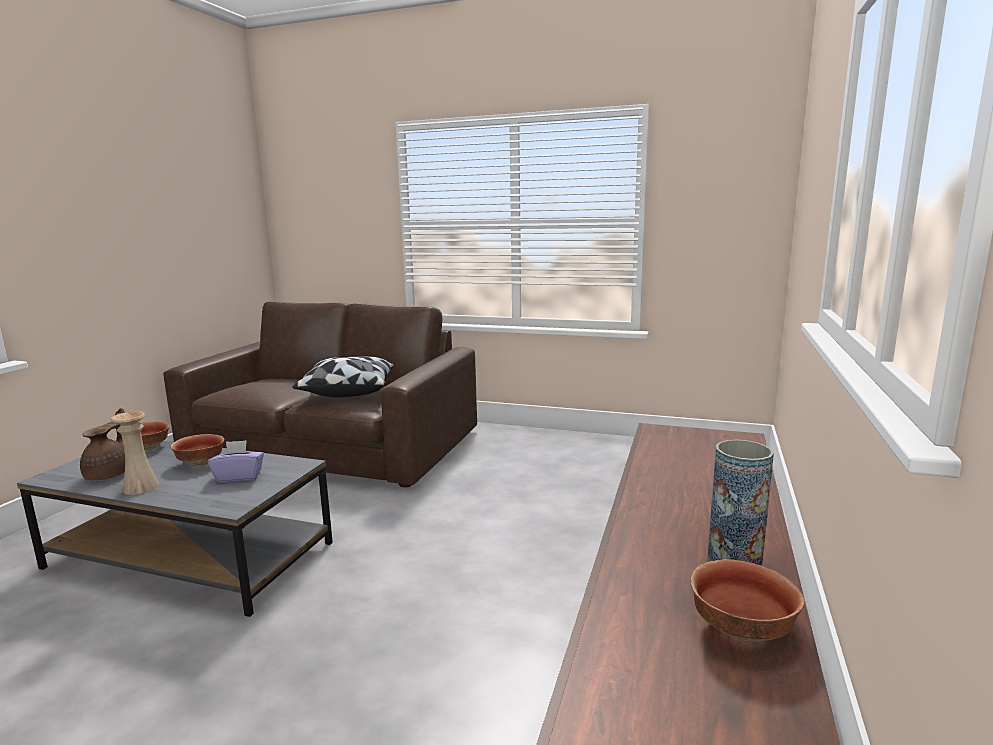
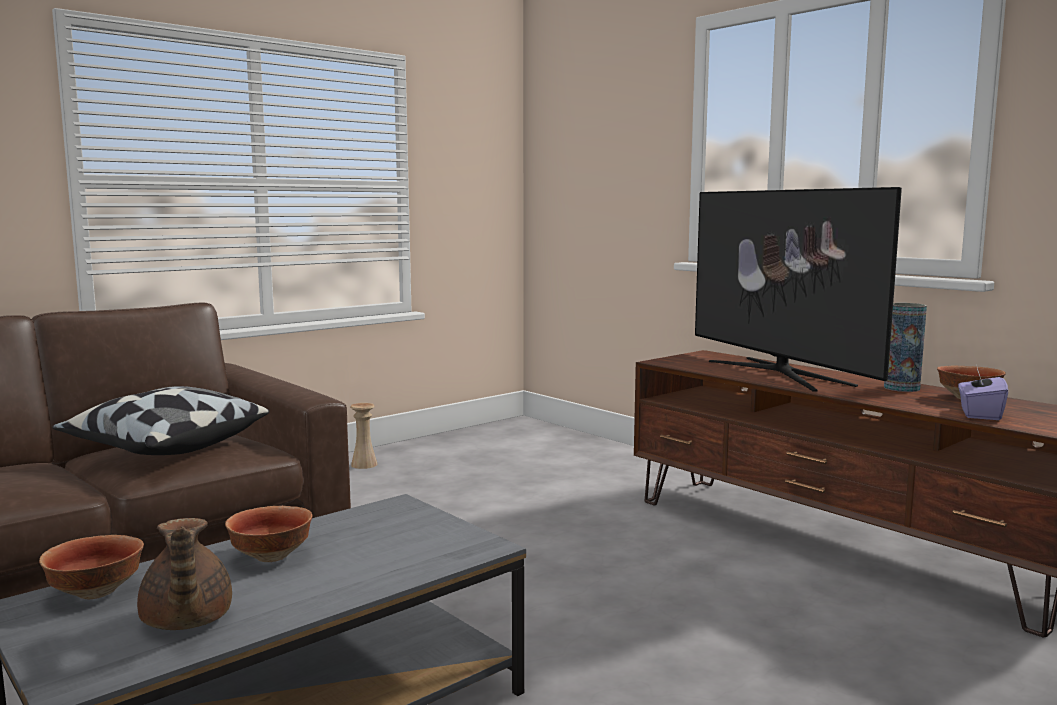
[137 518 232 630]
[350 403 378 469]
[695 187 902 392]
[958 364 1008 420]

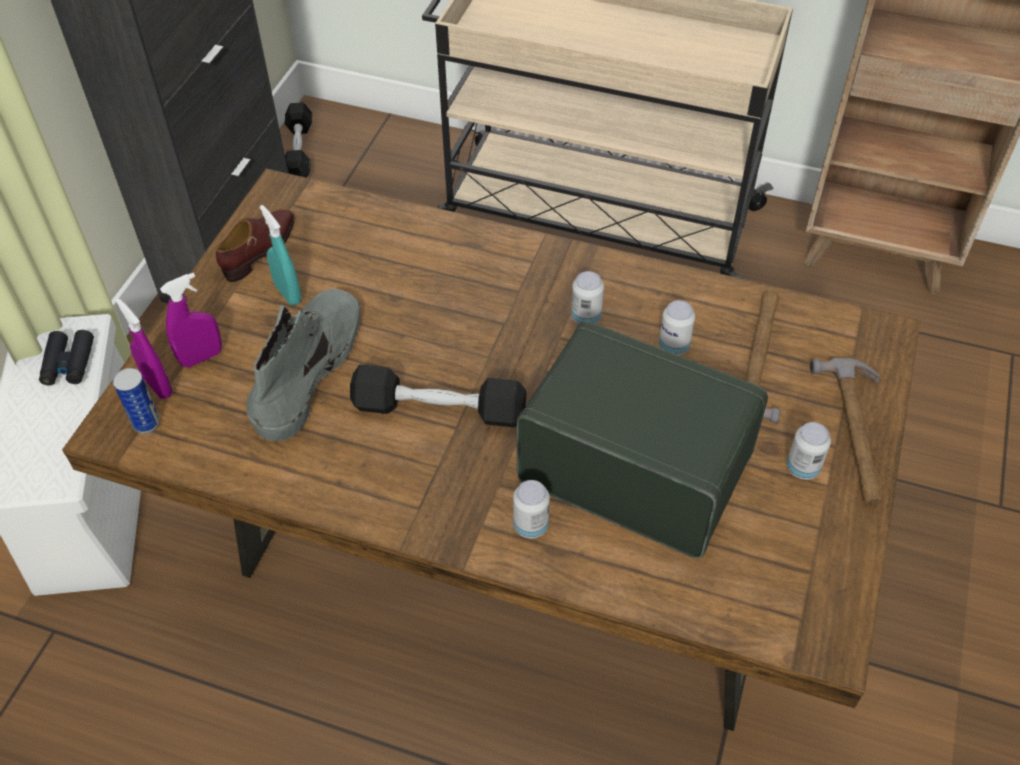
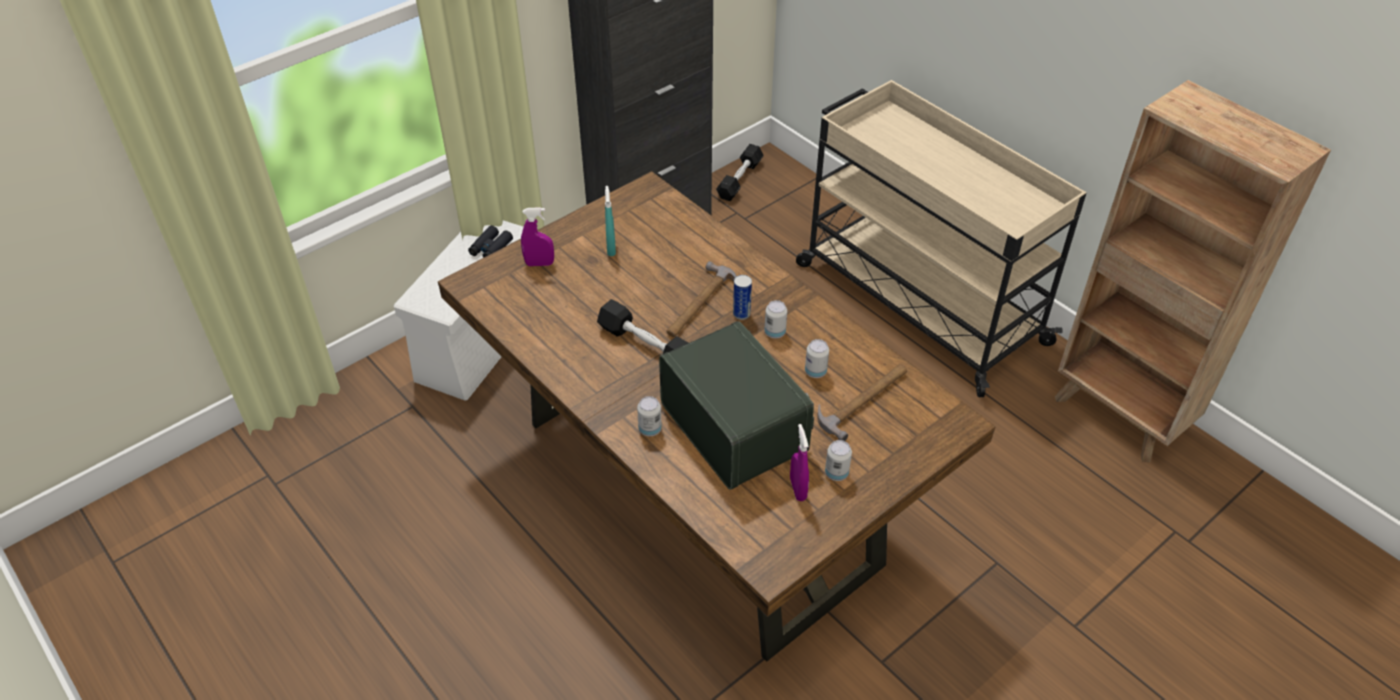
[666 261 737 337]
[733 275 752 320]
[790 424 809 501]
[216 210 294 282] (first image)
[246 289 361 442] (first image)

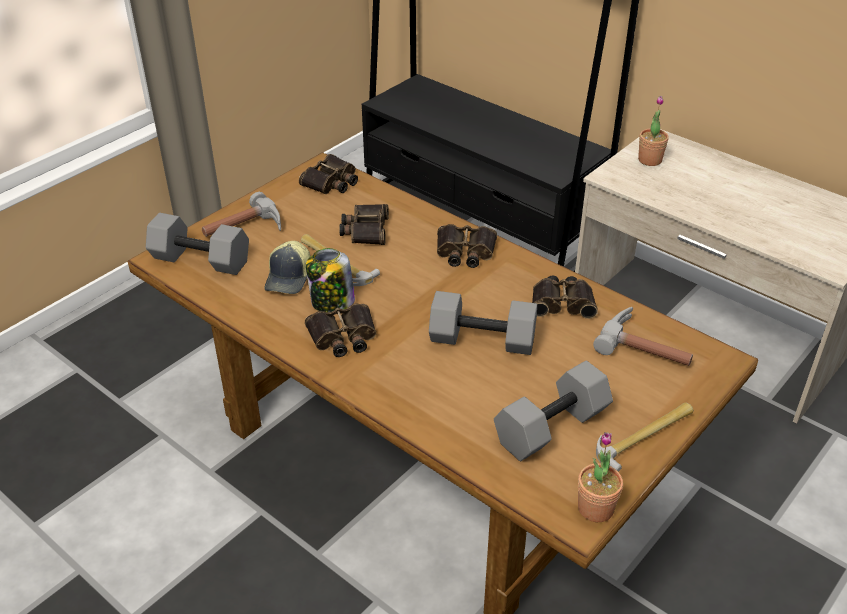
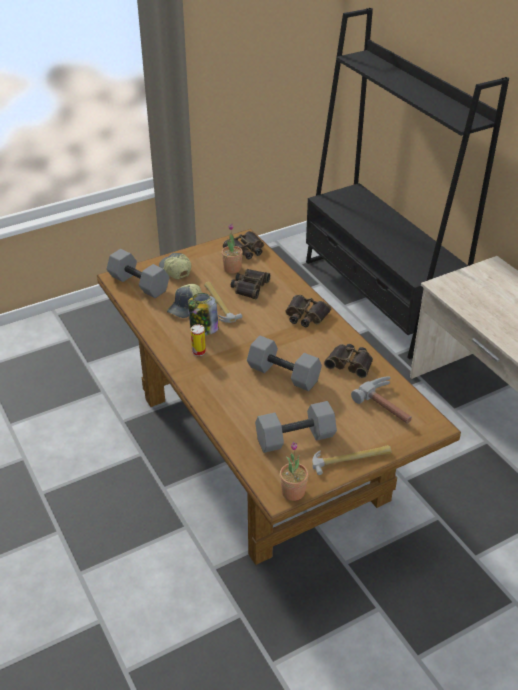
[159 253 191 279]
[191 325 206 356]
[222 224 243 273]

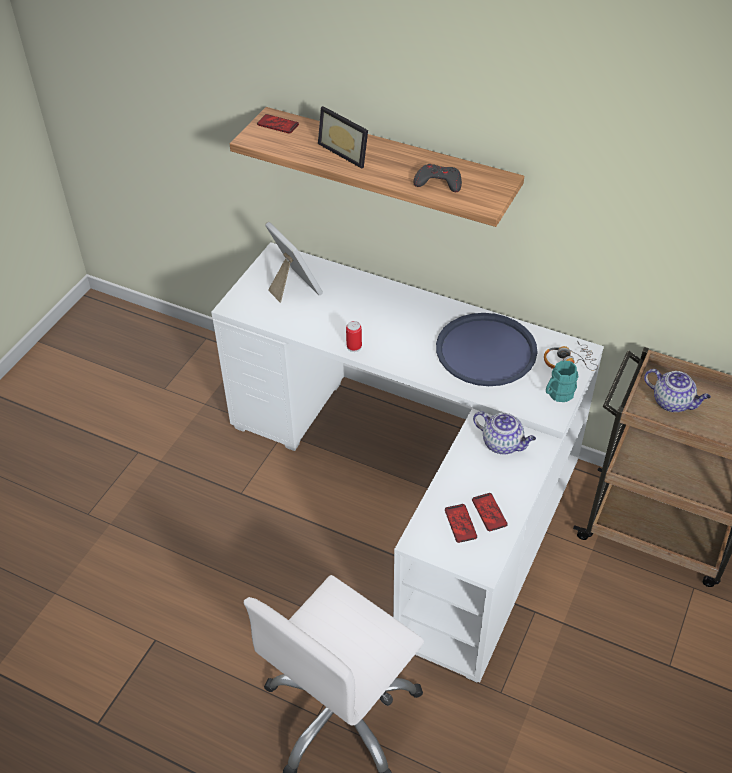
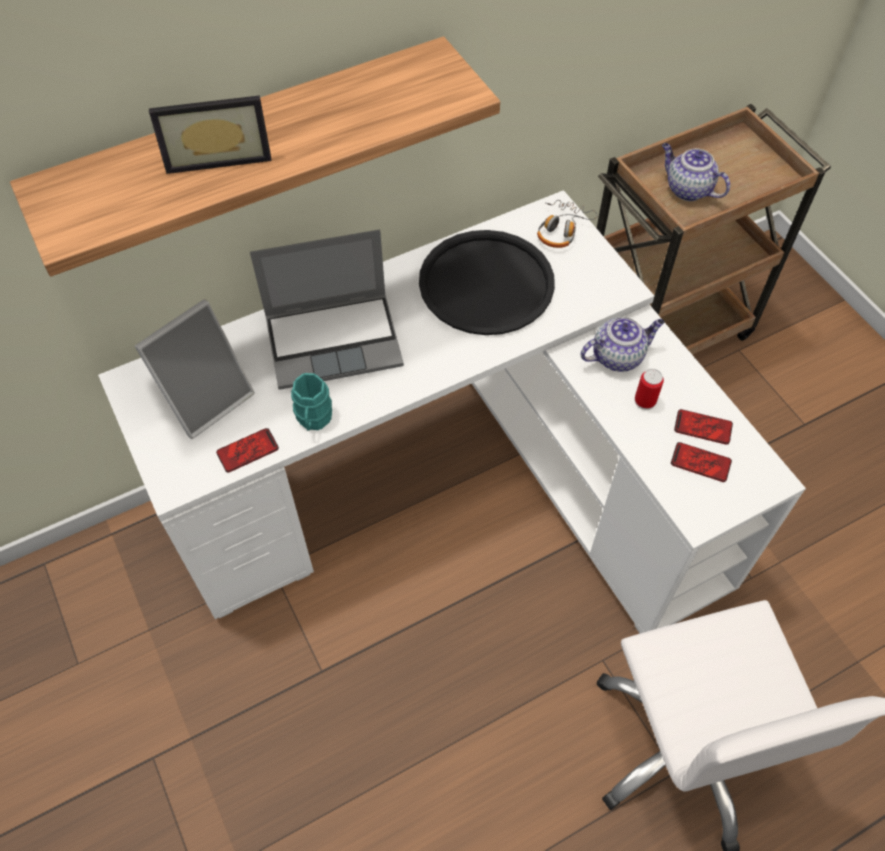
[135 299 255 439]
[216 428 279 473]
[250 230 404 390]
[291 373 332 431]
[419 230 555 335]
[635 369 664 410]
[662 143 730 201]
[413 164 462 192] (first image)

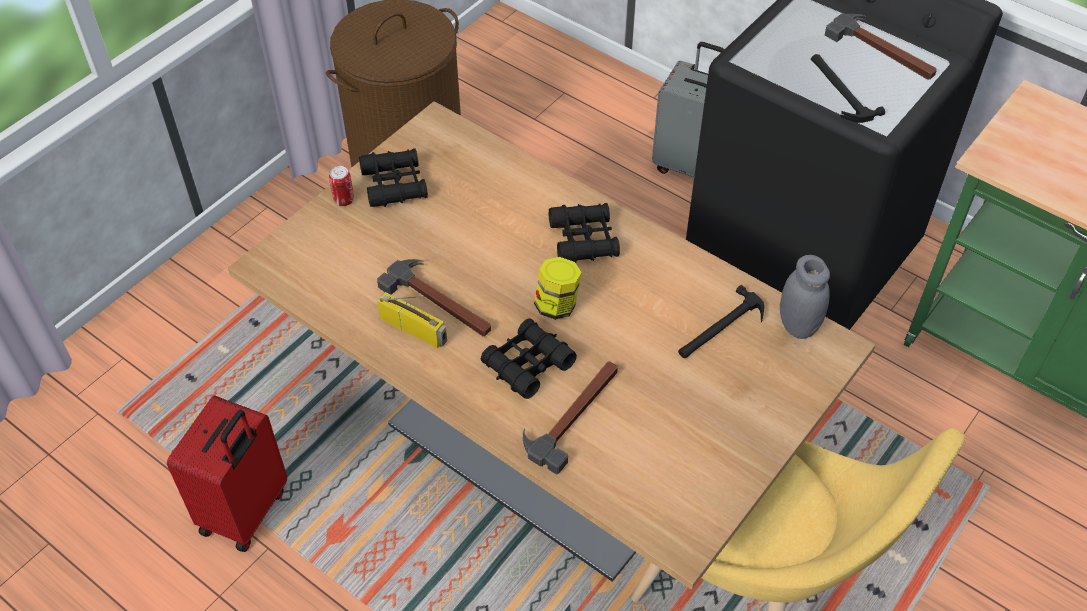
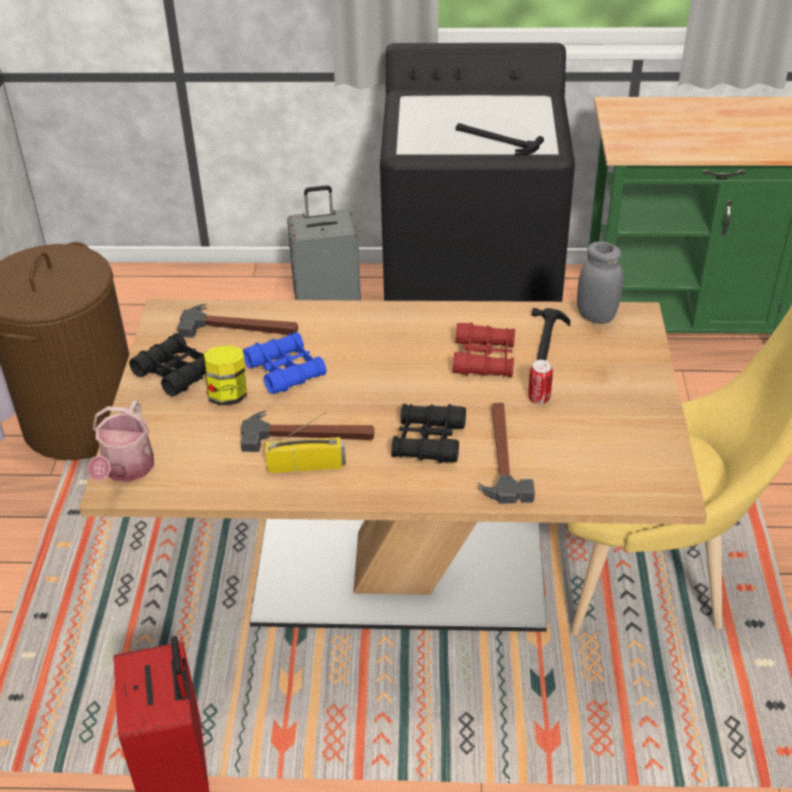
[87 401 154 482]
[177 304 298 338]
[204 345 247 406]
[243 332 327 394]
[452 322 515 377]
[528 360 553 404]
[549 203 620 263] (first image)

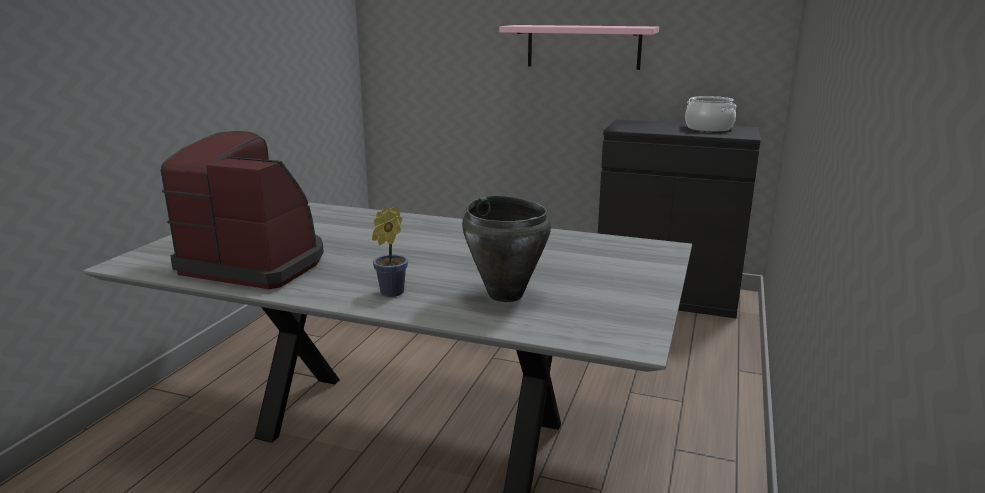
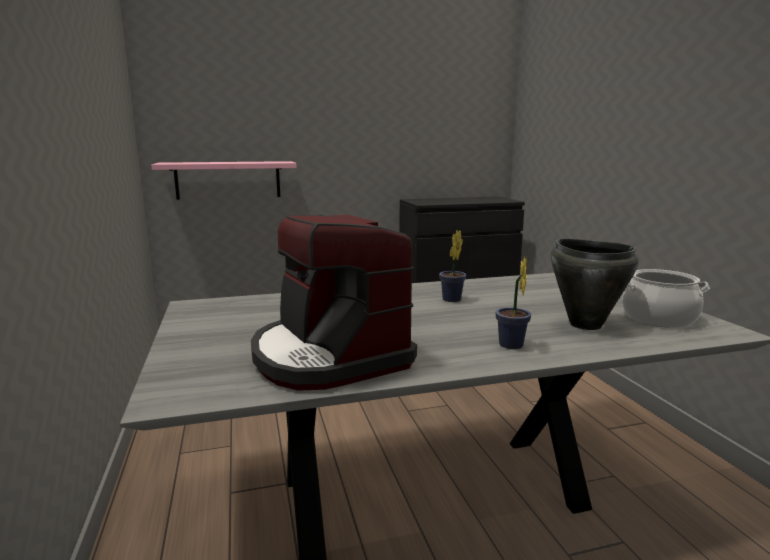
[152 161 297 200]
[251 214 417 391]
[439 230 466 302]
[622 269 710 328]

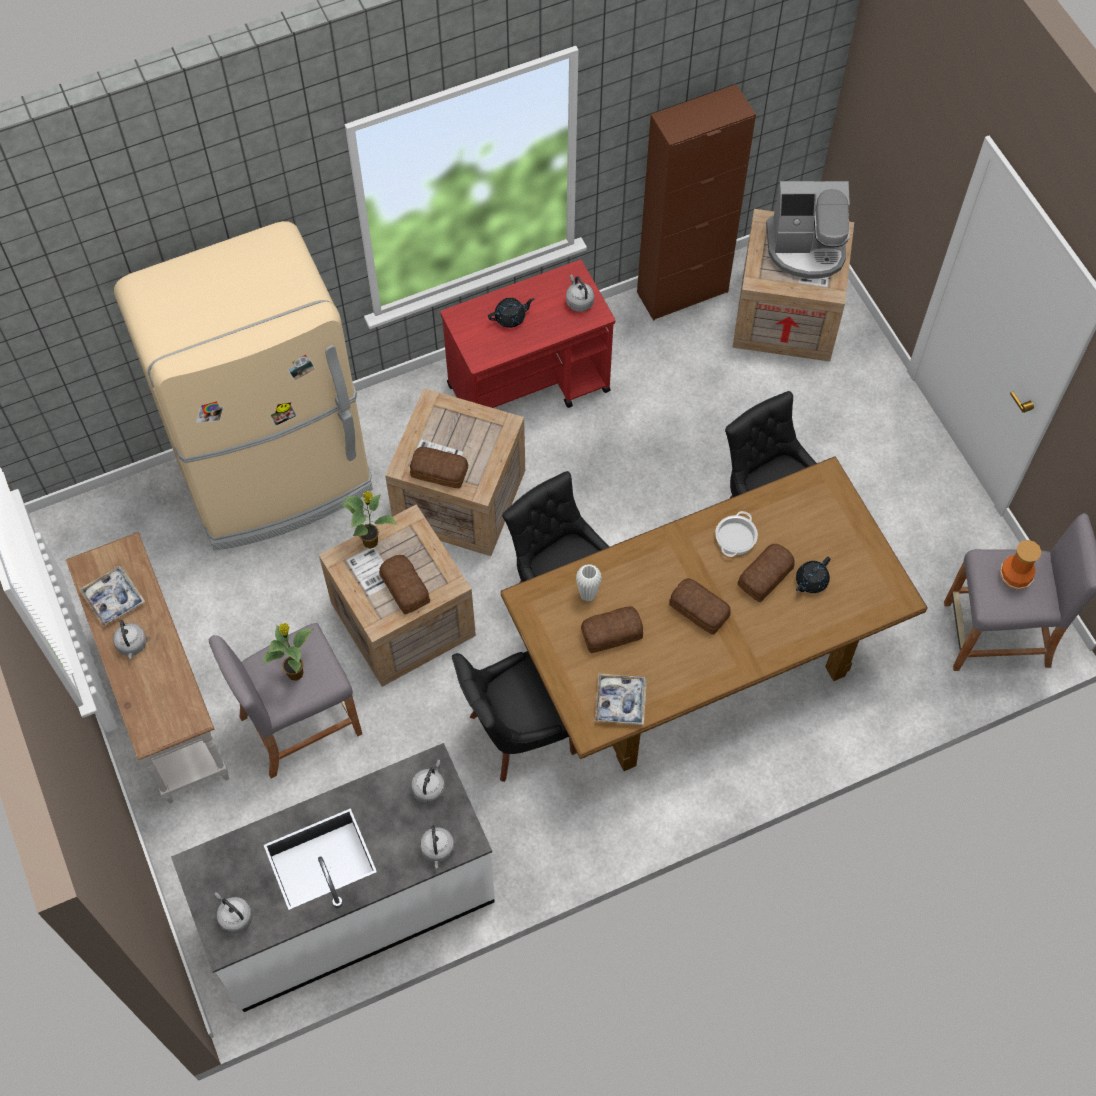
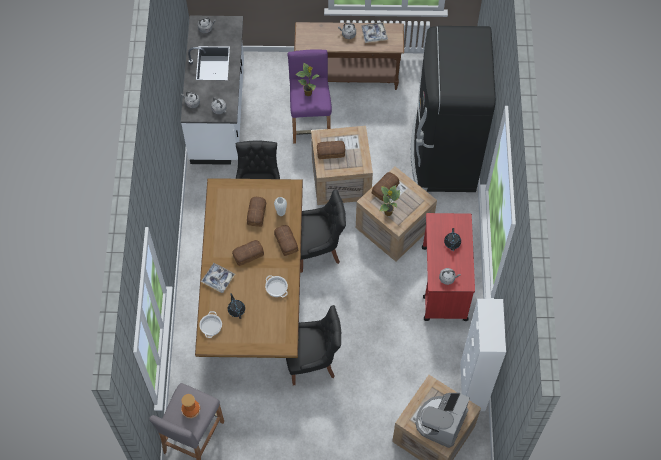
[199 311 222 338]
[201 263 235 293]
[274 225 298 256]
[288 49 332 144]
[294 22 404 90]
[379 185 400 216]
[411 26 495 192]
[460 299 506 411]

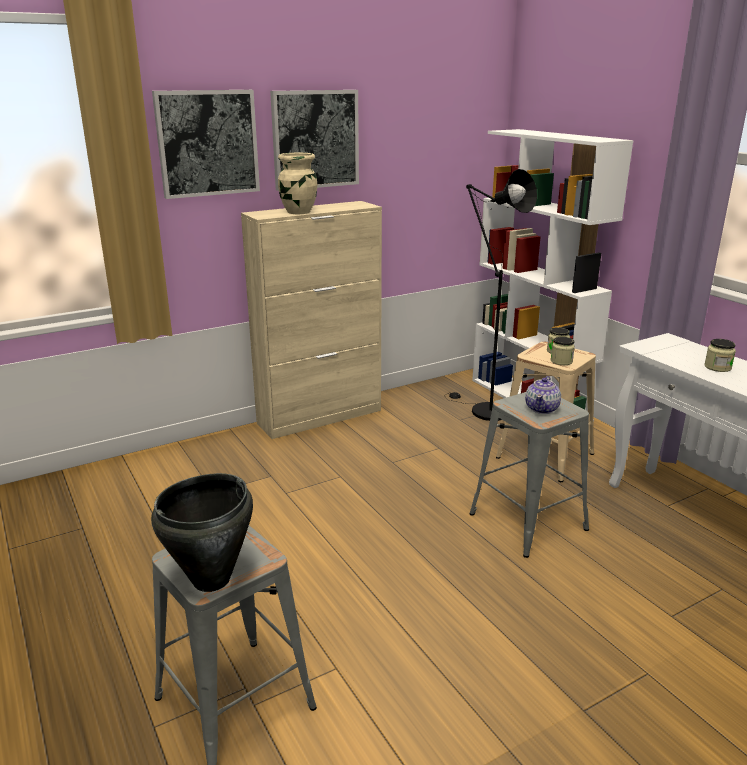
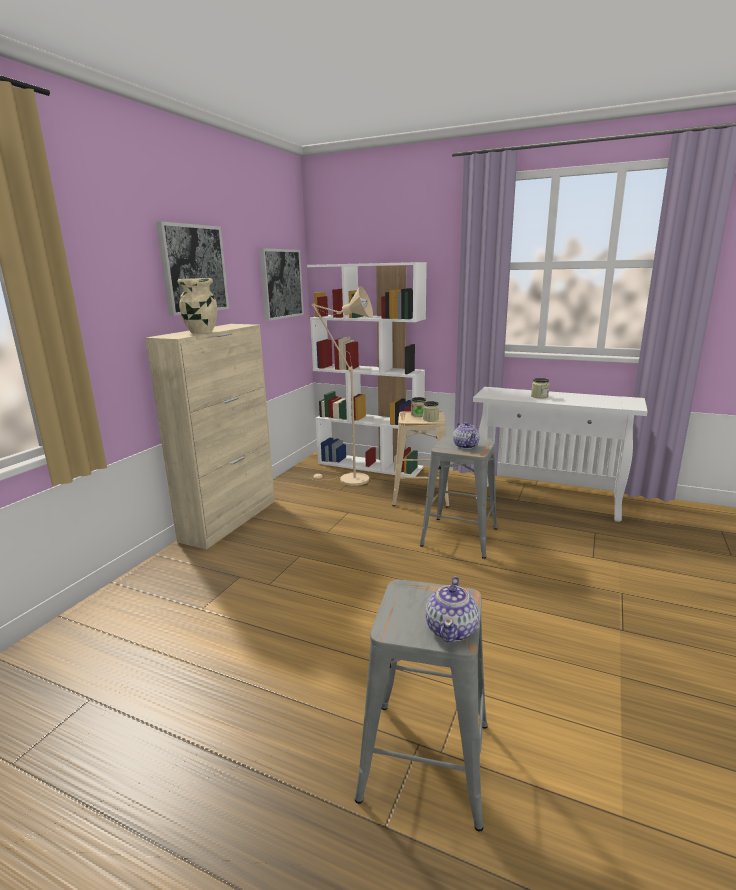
[259 248 304 321]
[310 286 373 486]
[426 576 479 642]

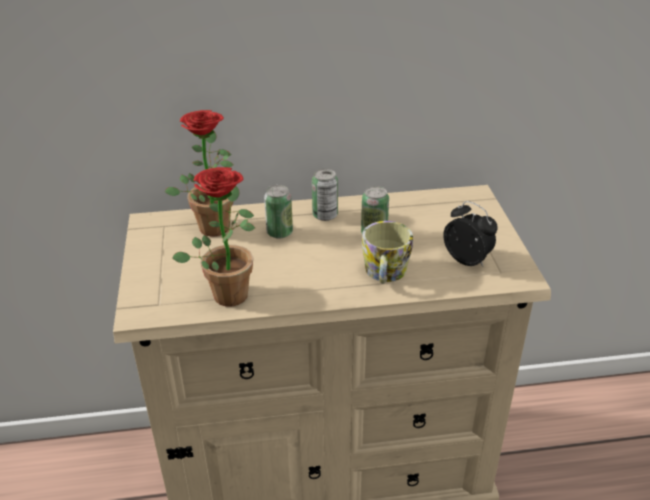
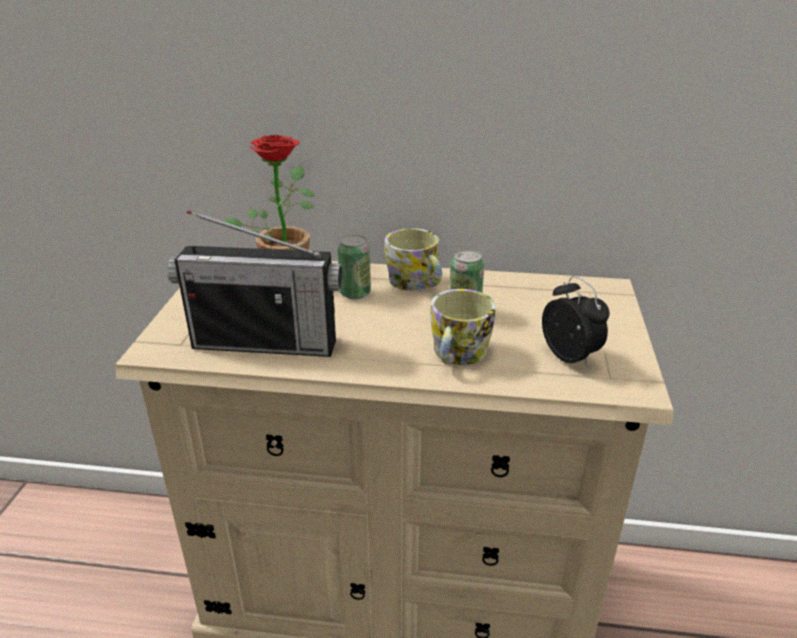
[167 210 343 357]
[384 228 442 291]

